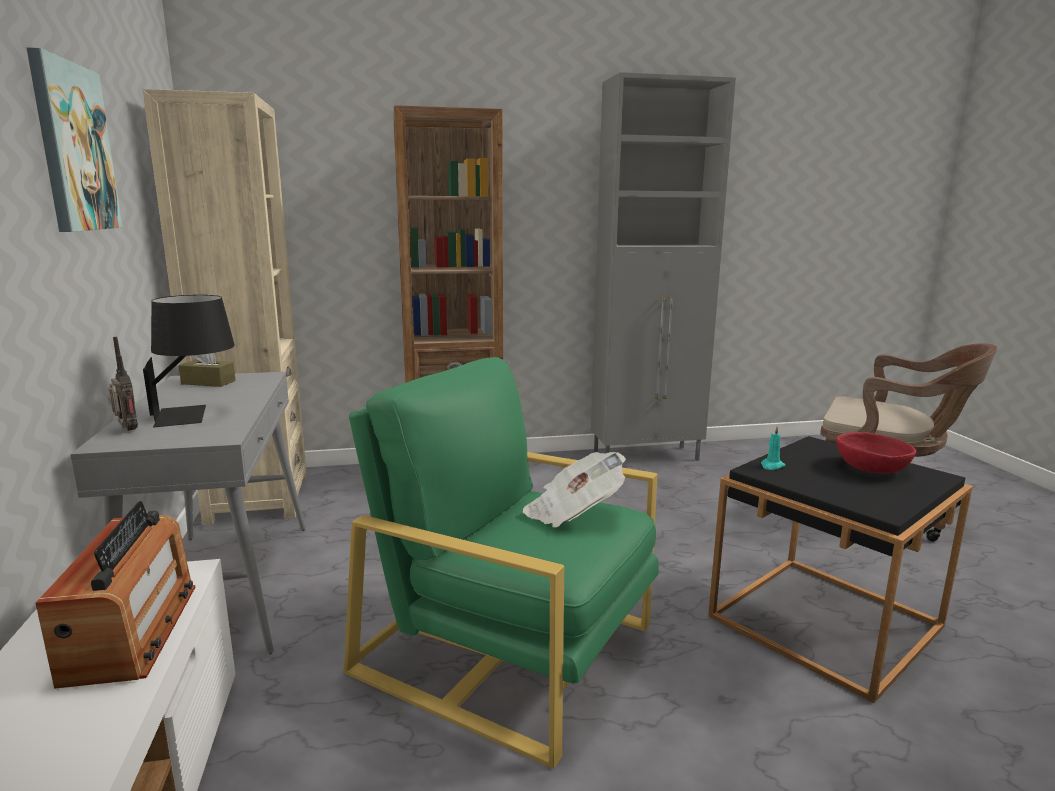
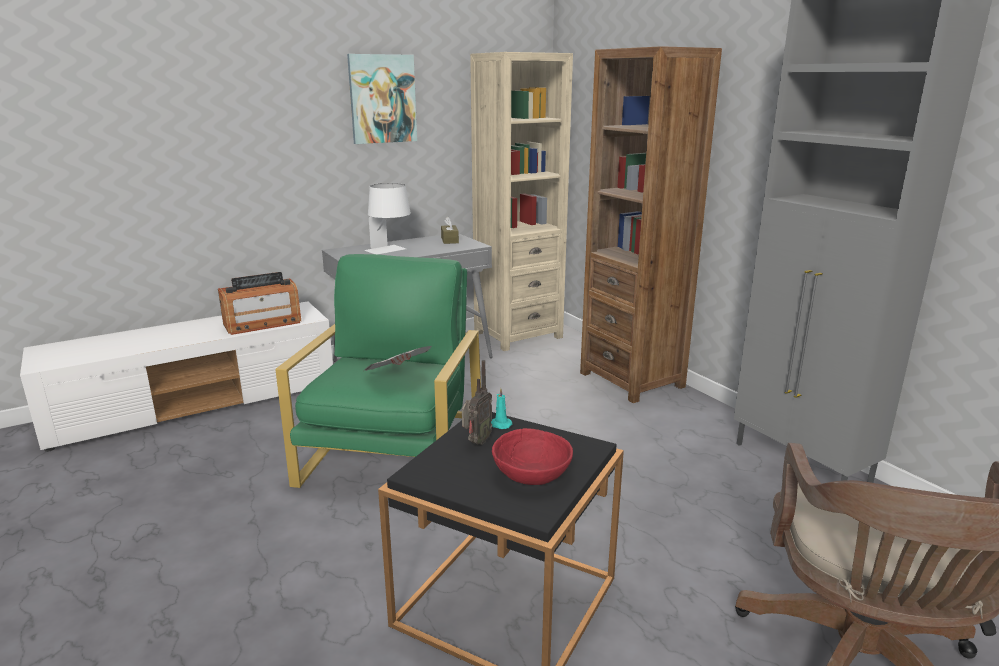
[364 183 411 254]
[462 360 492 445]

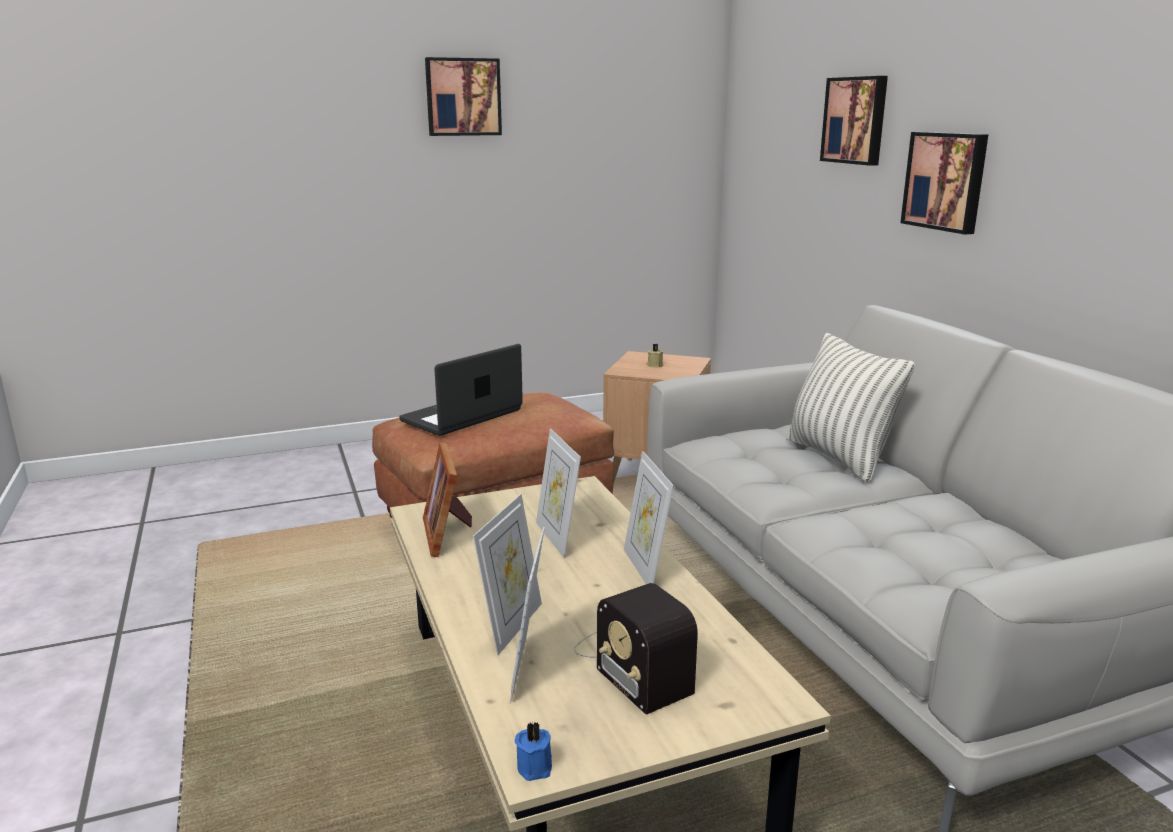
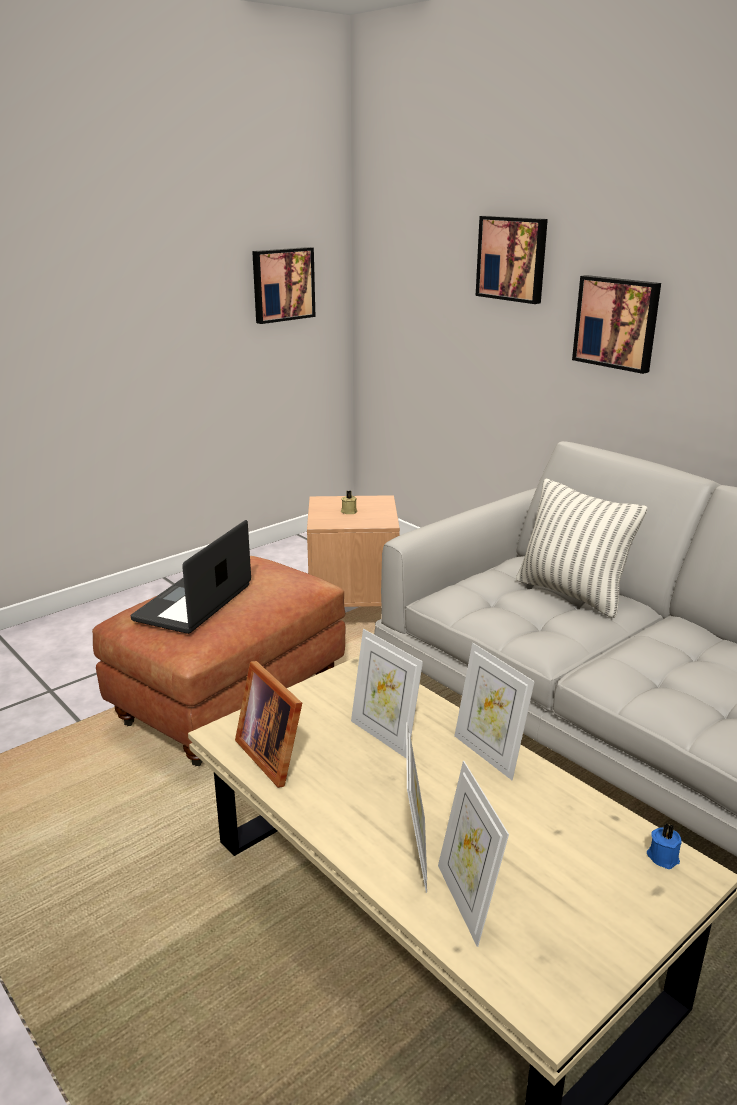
[252 247 315 324]
[647 823 682 869]
[574 583 698 715] (first image)

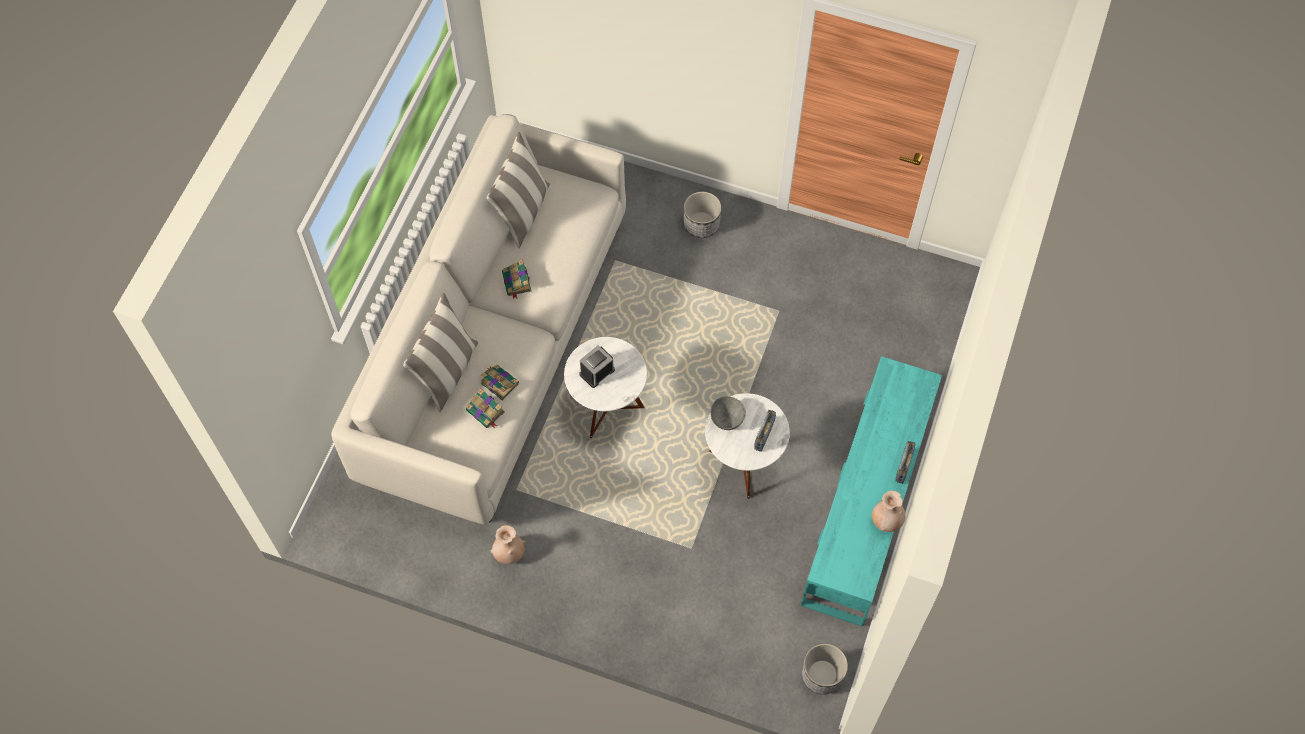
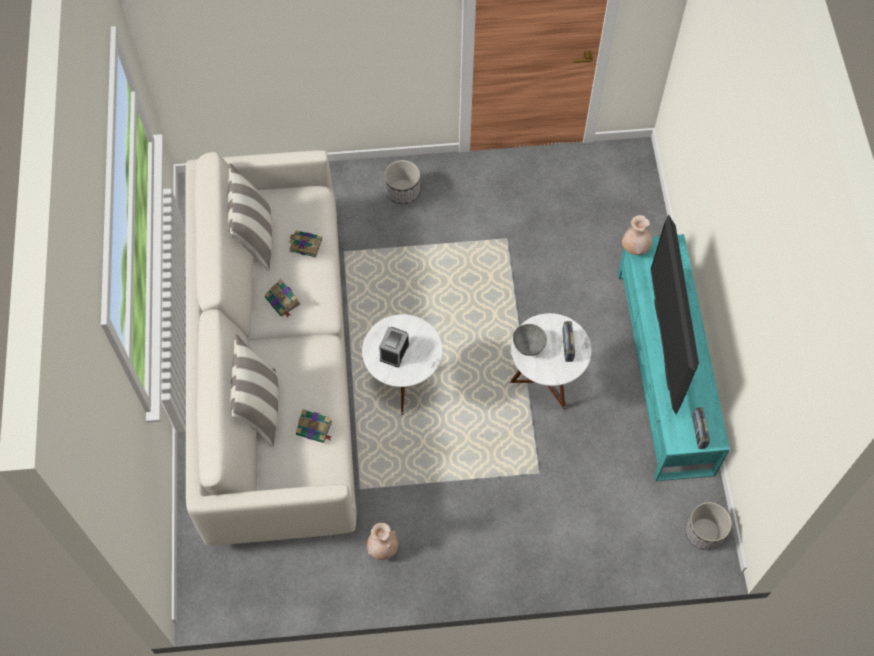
[289 230 322 258]
[622 215 652 255]
[651 214 699 414]
[692 407 710 449]

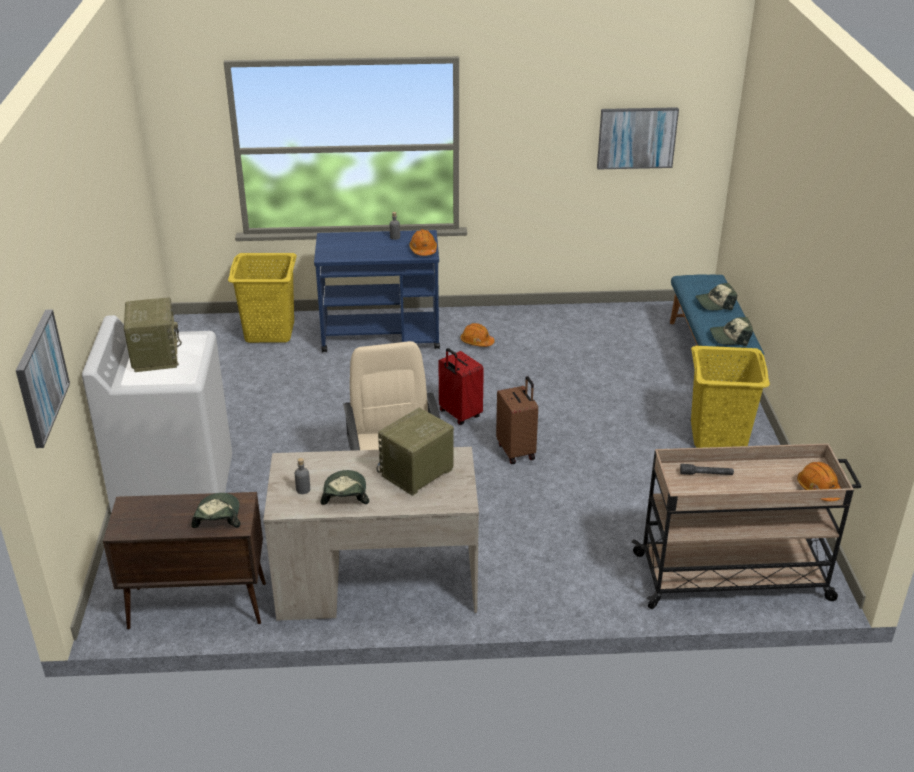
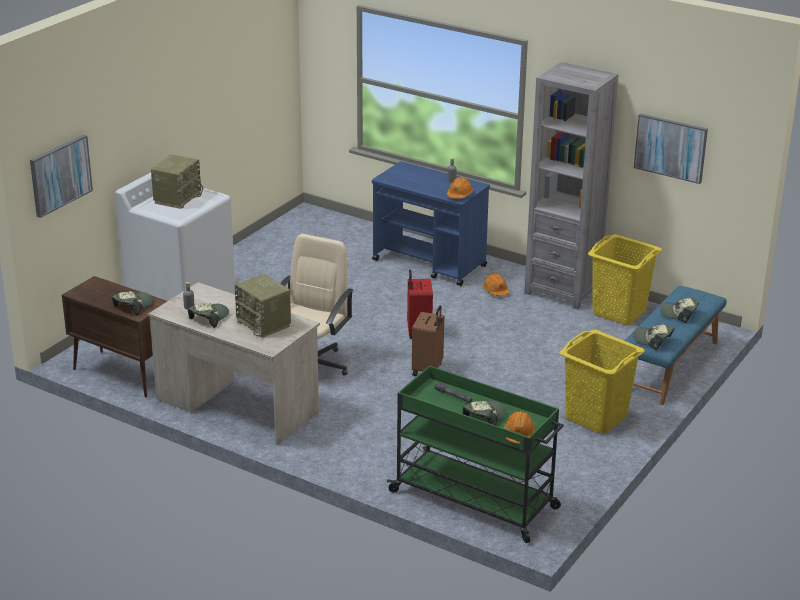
[235 274 291 338]
[387 366 564 543]
[463 400 507 426]
[524 62 618 310]
[588 234 662 325]

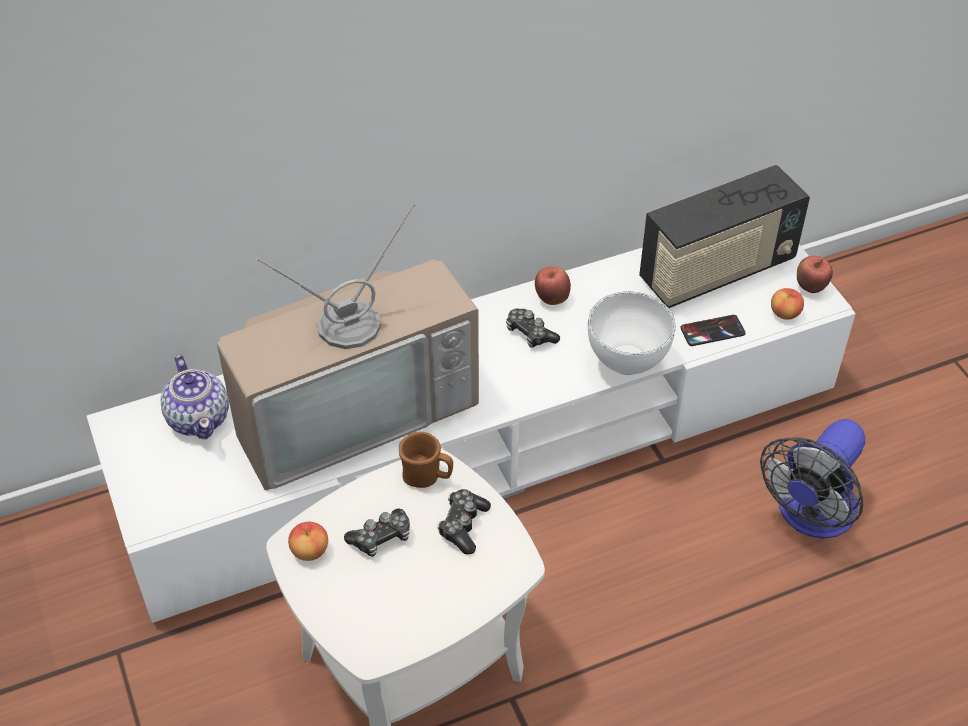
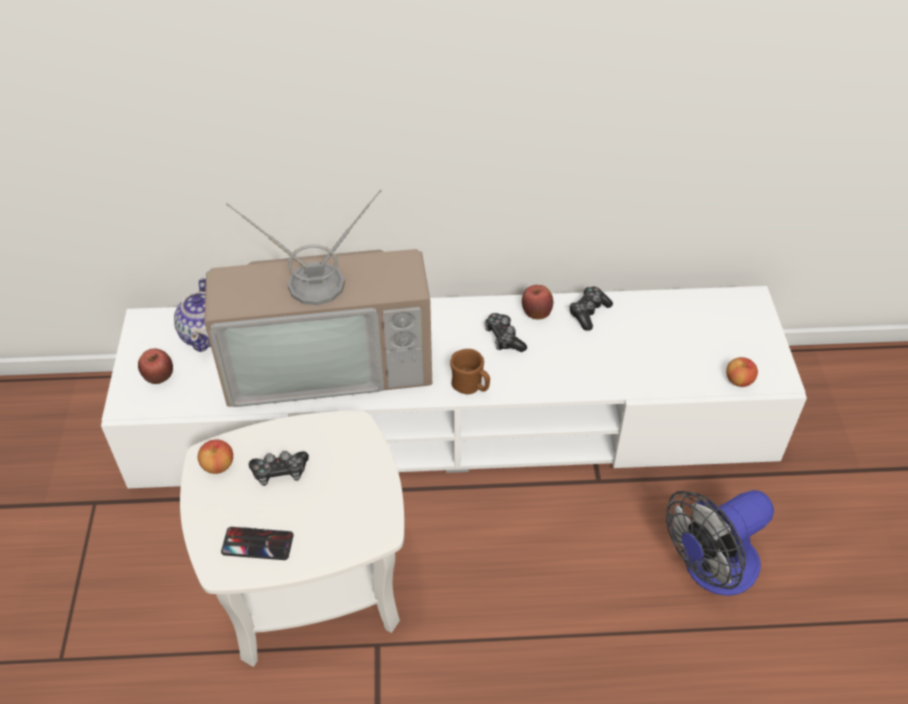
[138 349 173 384]
[221 527 294 560]
[450 349 490 394]
[569 287 613 331]
[588 292 676 375] (first image)
[639 165 810 308] (first image)

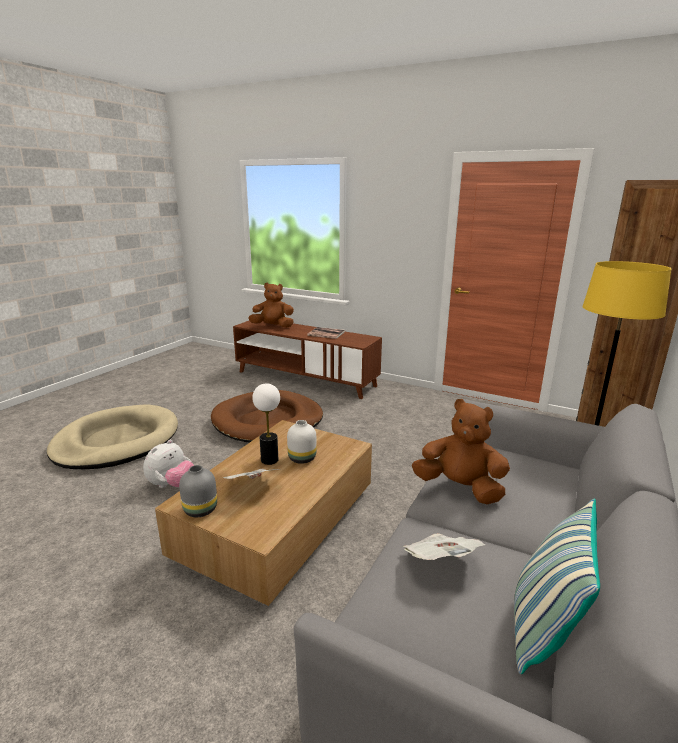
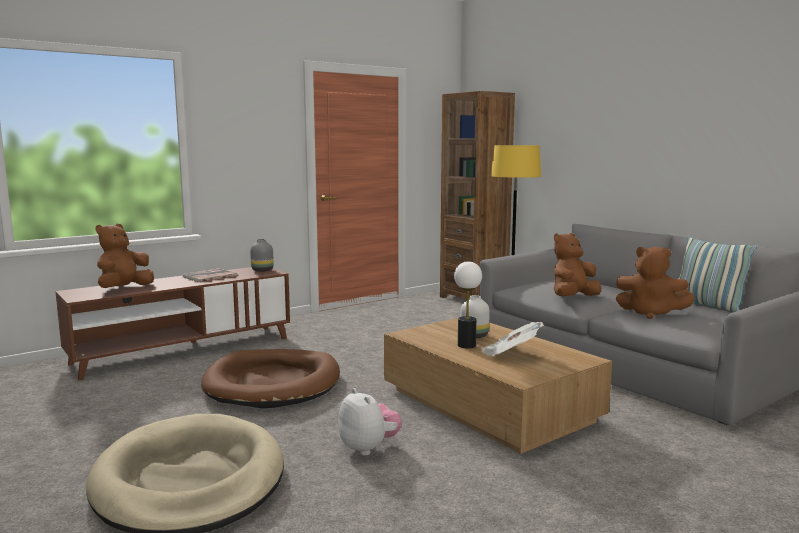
[250 239 274 272]
[616 247 695 319]

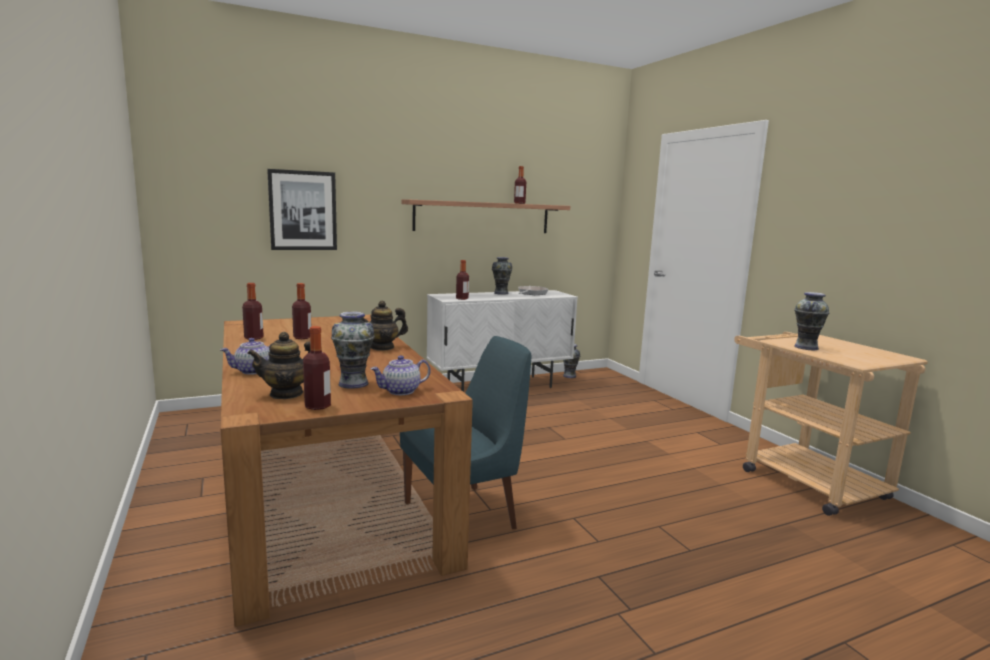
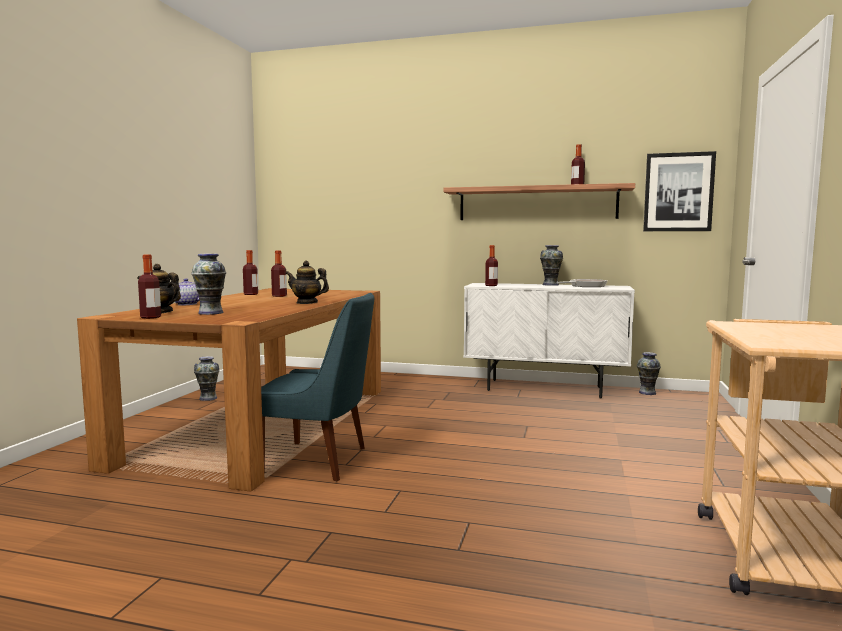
[194 356 220 401]
[643 151 716 231]
[370 355 431 395] (first image)

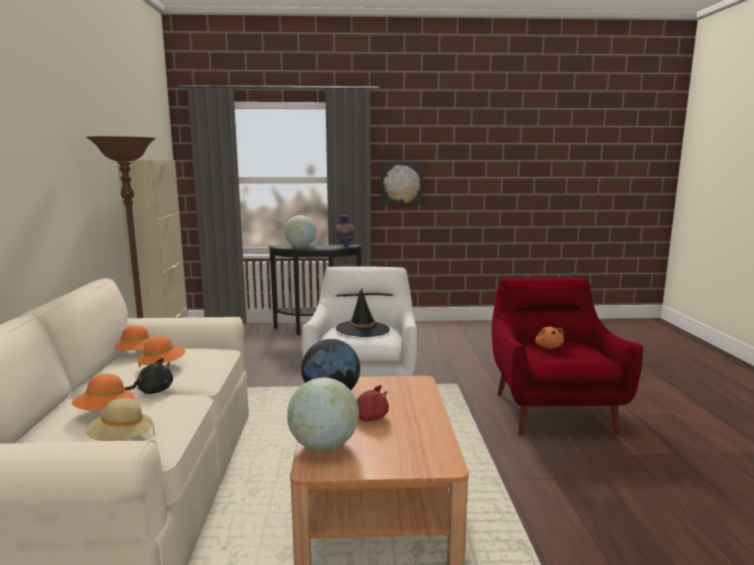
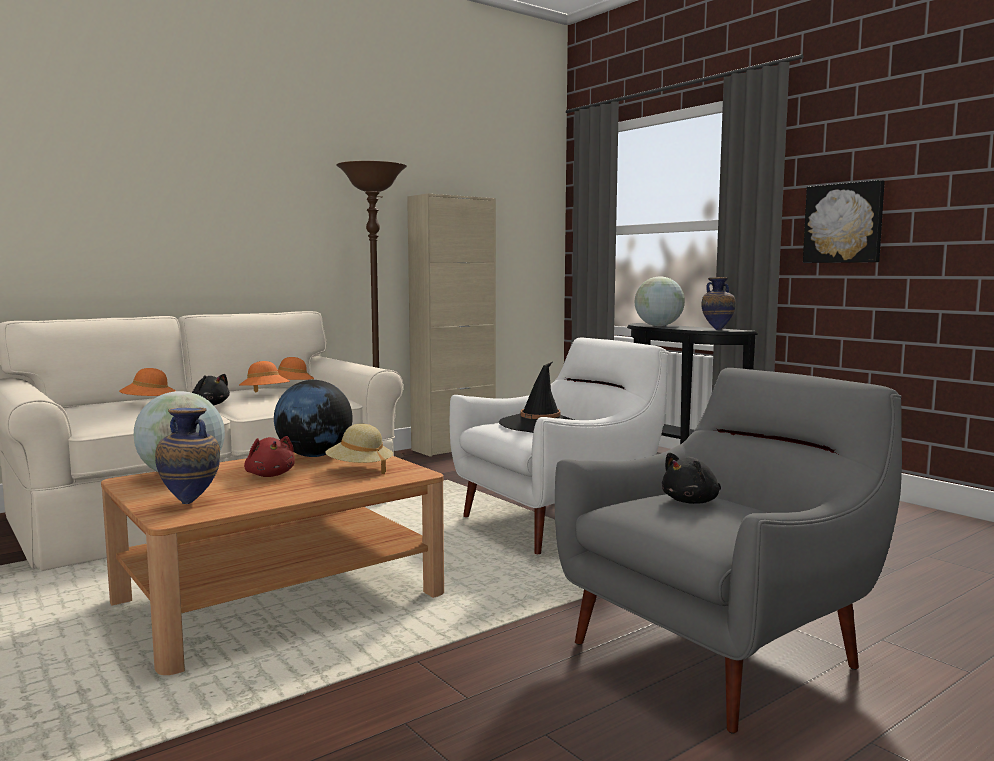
[155 408 220 504]
[325 424 393 474]
[555 368 902 734]
[662 453 721 504]

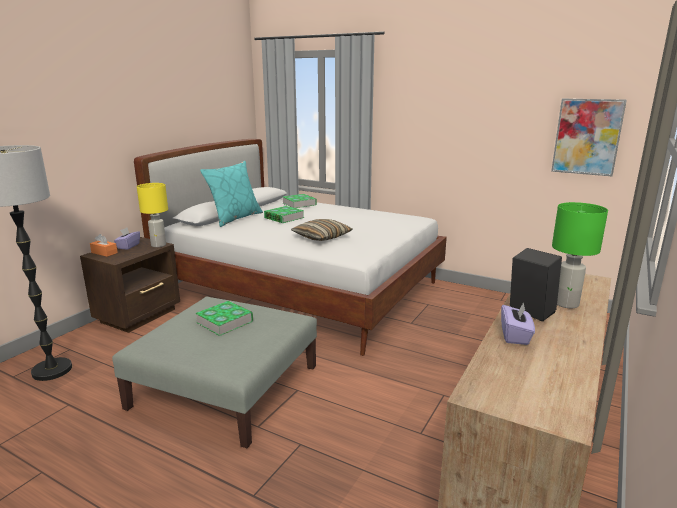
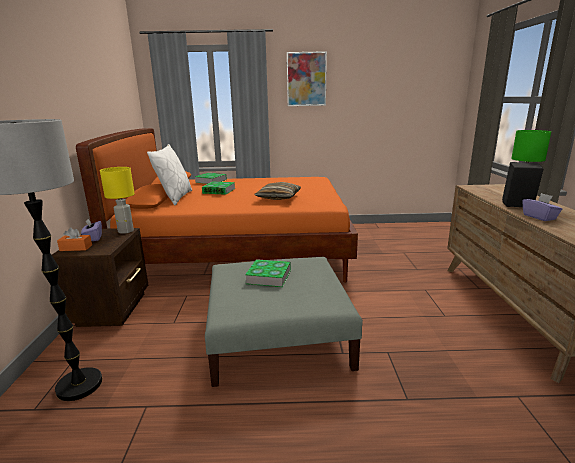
[76 128 358 283]
[147 144 192 205]
[287 51 327 106]

